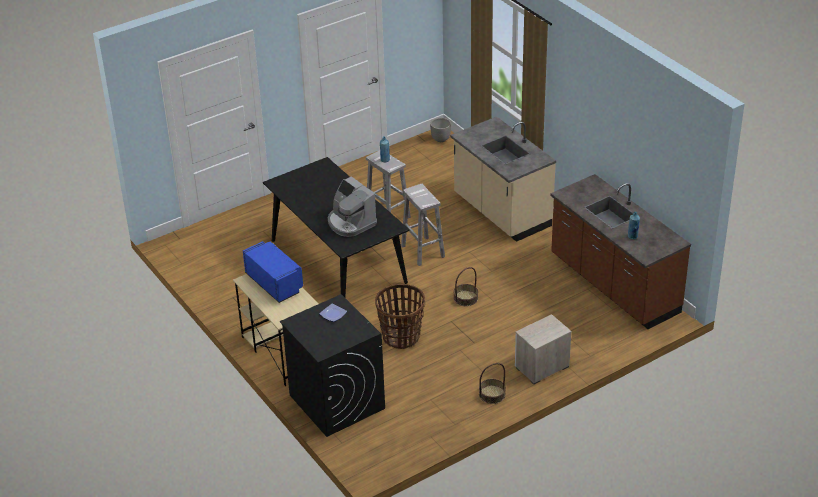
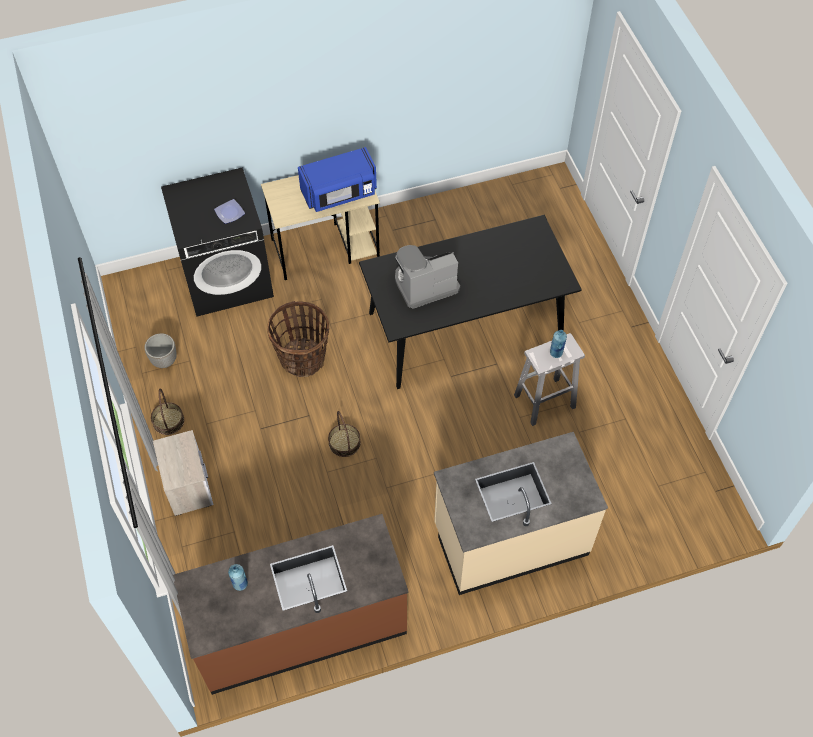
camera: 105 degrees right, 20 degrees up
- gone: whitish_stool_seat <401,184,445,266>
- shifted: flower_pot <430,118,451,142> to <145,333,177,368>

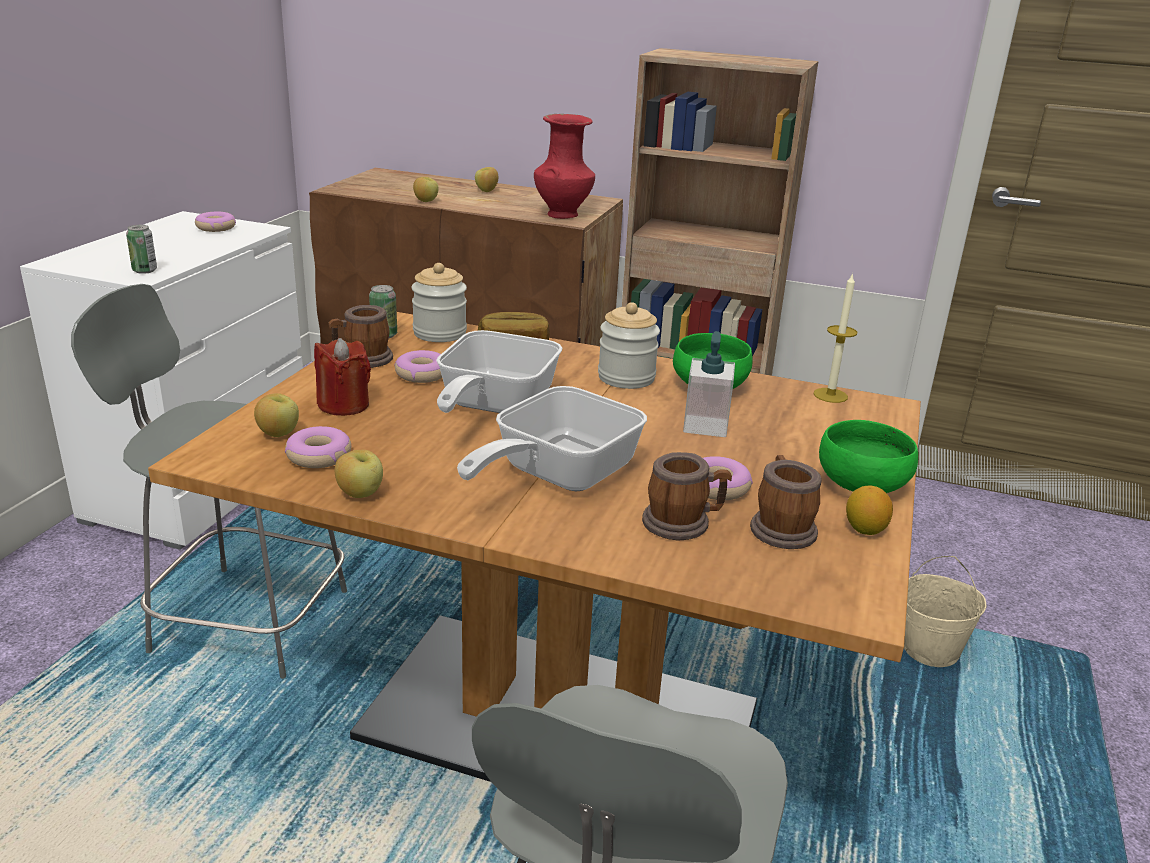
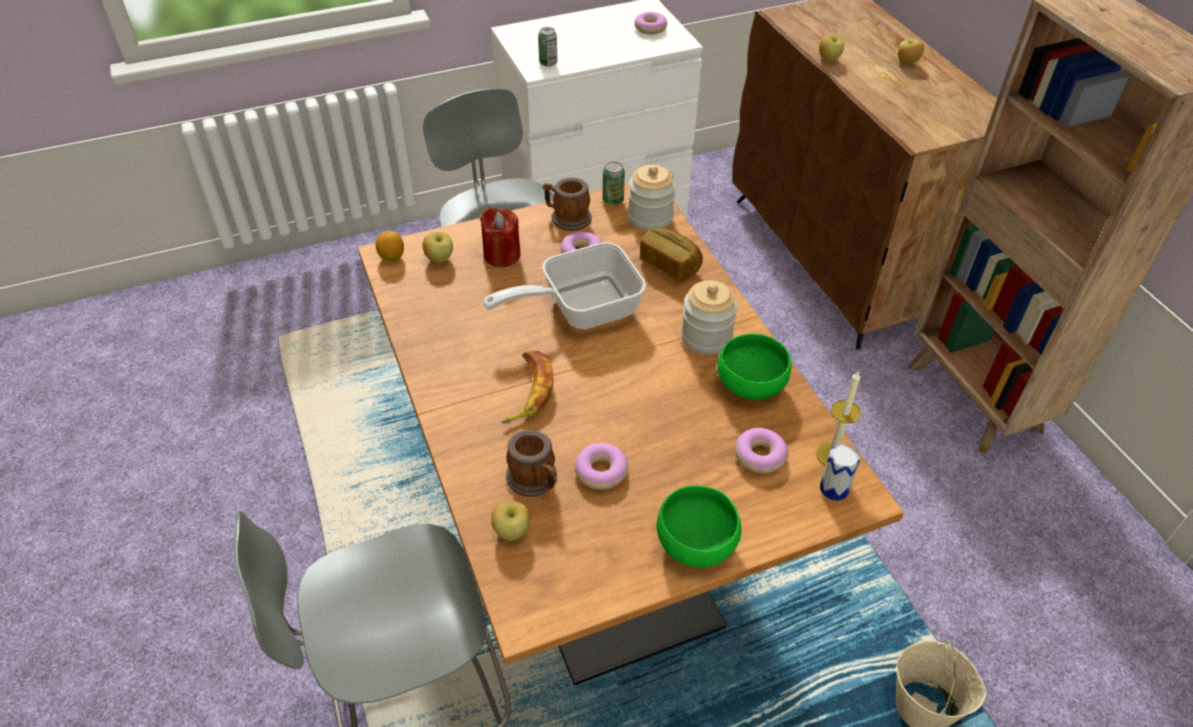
camera: 50 degrees right, 20 degrees up
- gone: red_decorative_vase <534,114,595,219>
- gone: soap_dispenser <683,331,735,437>
- gone: tea_mug <750,455,822,549>
- new: can <820,444,860,501>
- shifted: donut <285,426,351,468> to <735,428,789,474>
- shifted: apple <335,450,383,498> to <491,501,530,541>
- shifted: whole_lemon <846,486,893,535> to <376,231,404,261>
- swapped: frying_pan <457,386,647,491> to banana_fruit <501,351,553,424>

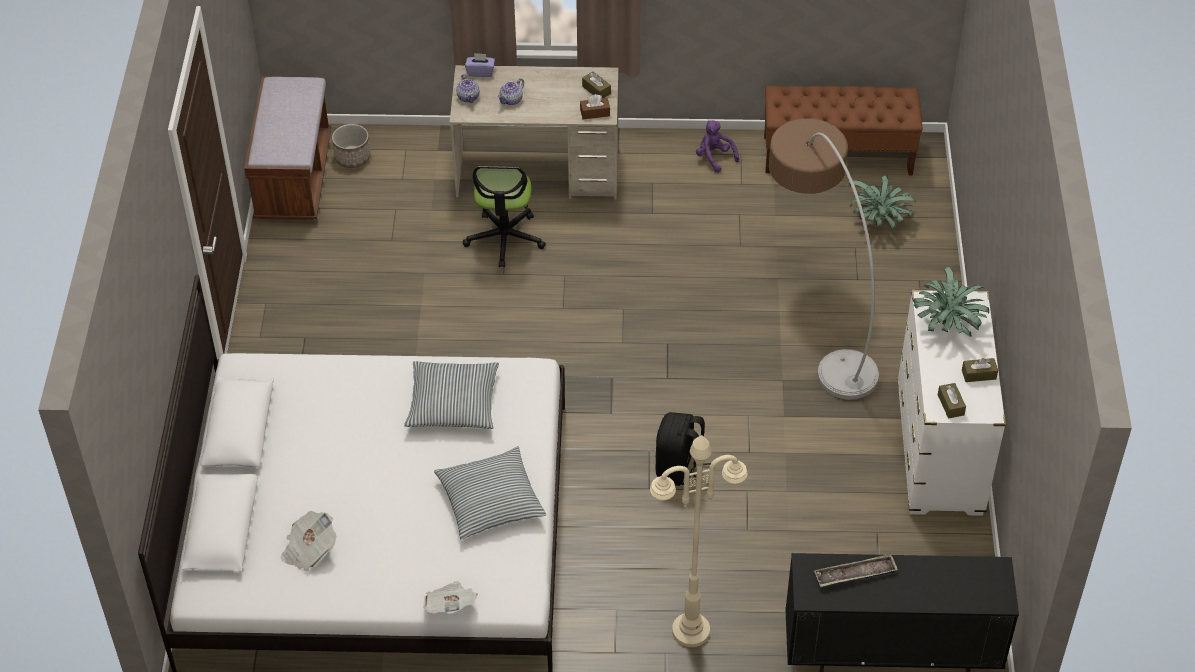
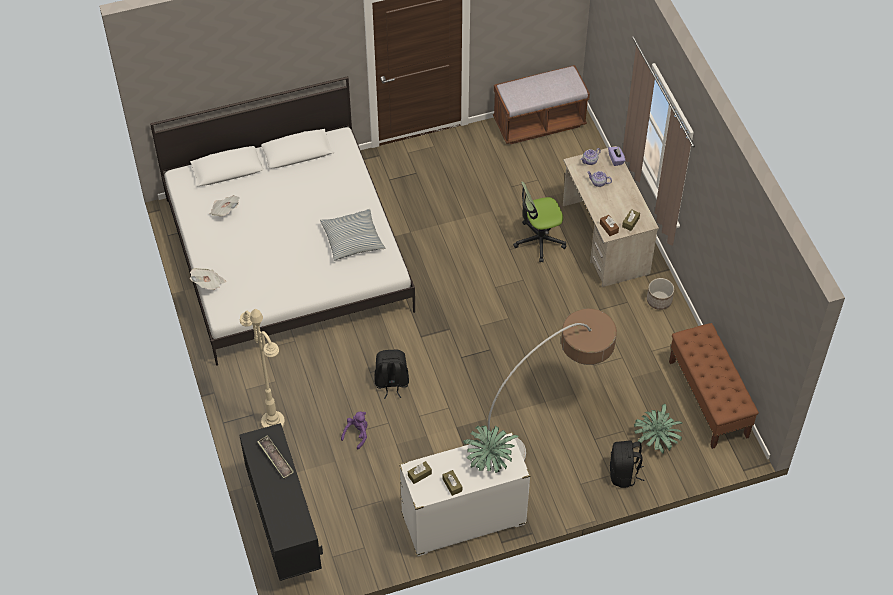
camera: 70 degrees right, 5 degrees up
- gone: throw_pillow <434,446,546,540>
- new: black-coloured_rucksack <610,440,644,488>
- shifted: flower_pot <332,124,371,168> to <647,278,674,310>
- shifted: purple-coloured_plush_toy <696,120,739,173> to <341,411,368,450>

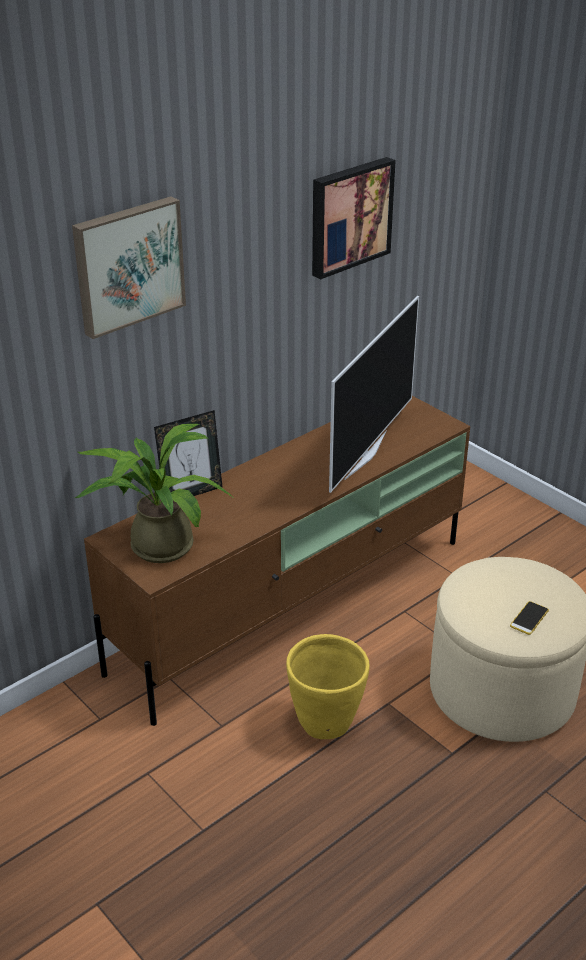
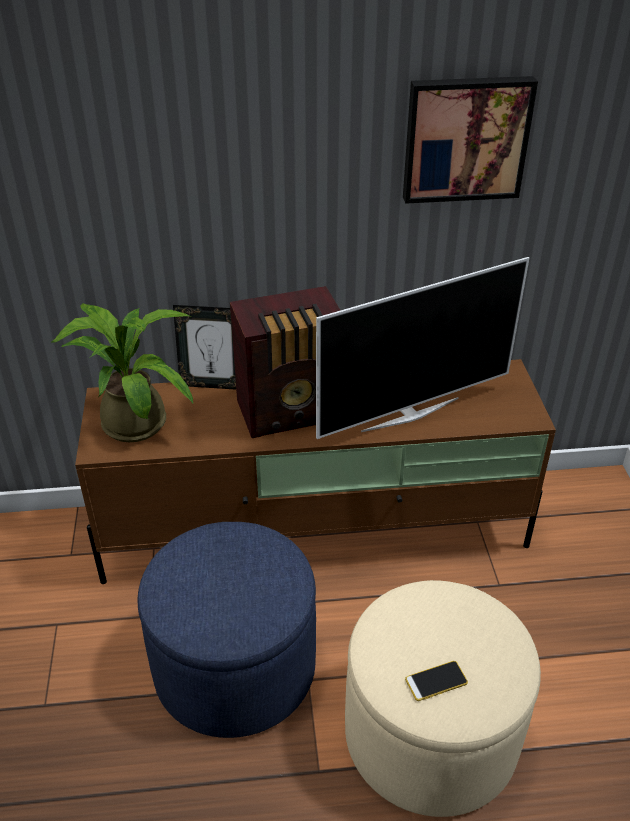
camera: 35 degrees right, 5 degrees up
- gone: wall_art <72,196,186,339>
- new: radio_set <230,286,340,438>
- swapped: yellow-coloured_flower_pot <286,634,370,739> to blue-coloured_footrest <138,522,316,738>

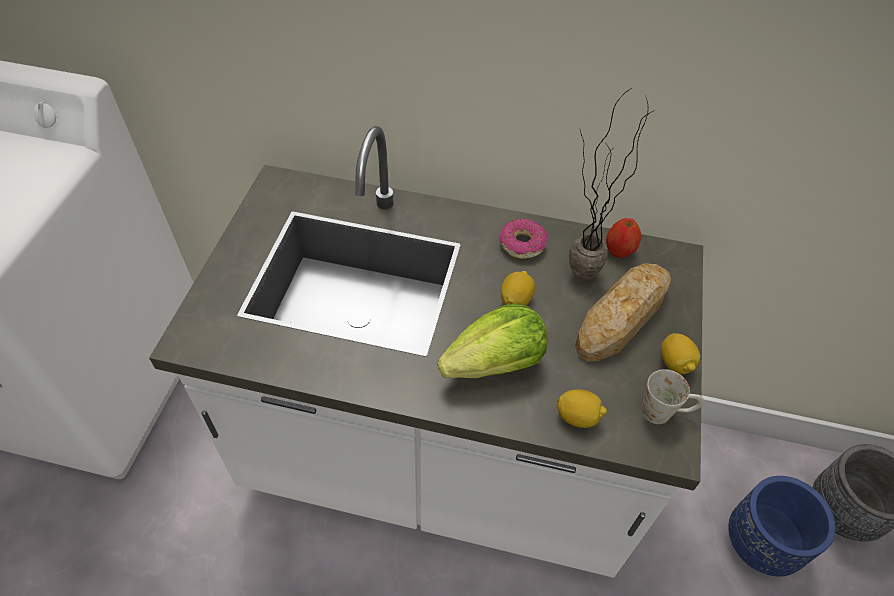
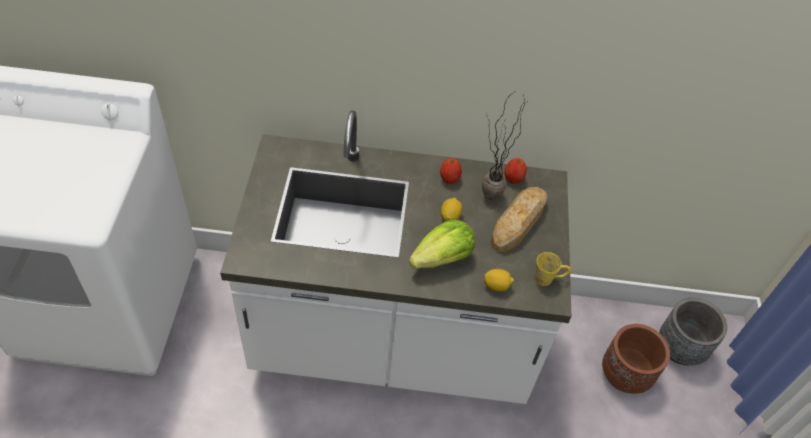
camera: 10 degrees left, 0 degrees up
- gone: whole_lemon <661,333,700,374>
- swapped: donut <499,218,548,259> to apple <440,158,462,184>
- repainted: whitish_tea_mug <641,369,705,424> to yellow-coloured_tea_mug <534,252,571,286>
- repainted: blue-coloured_flower_pot <728,476,836,577> to brown-coloured_flower_pot <602,324,670,394>

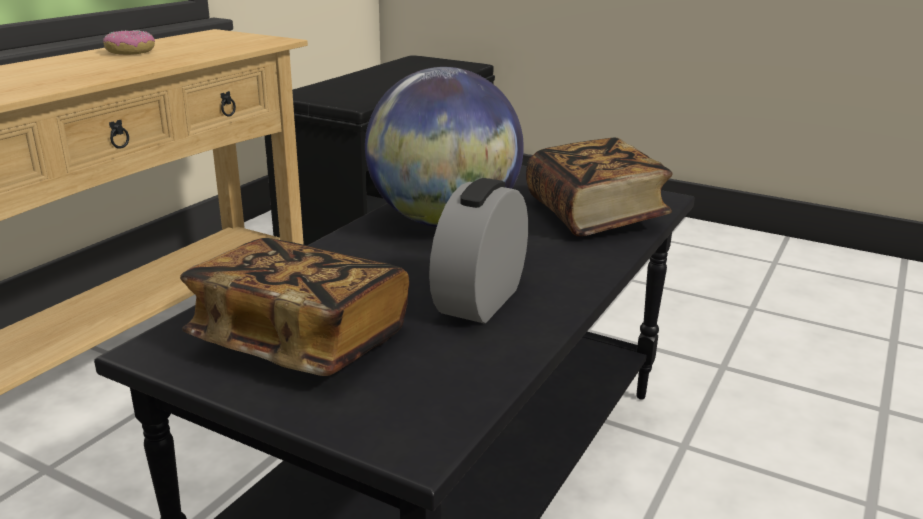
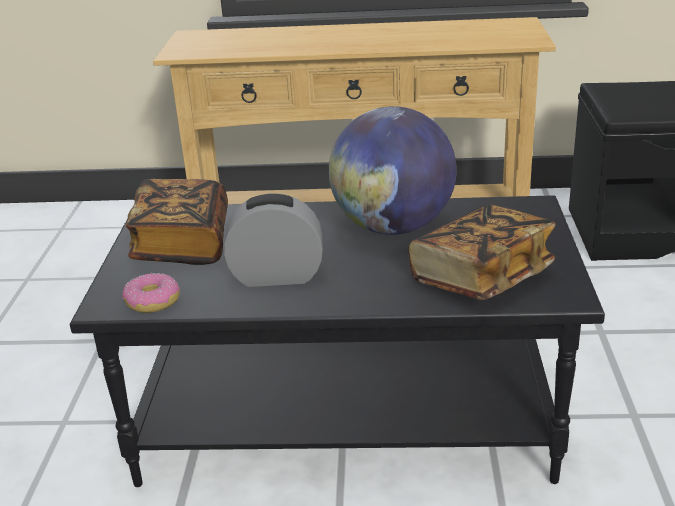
camera: 65 degrees right, 5 degrees up
- shifted: donut <103,30,155,55> to <122,273,180,313>

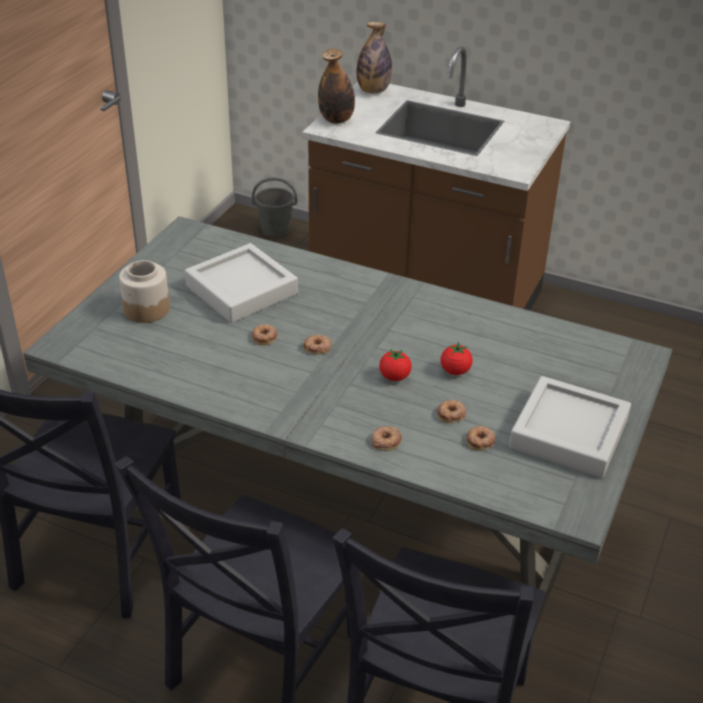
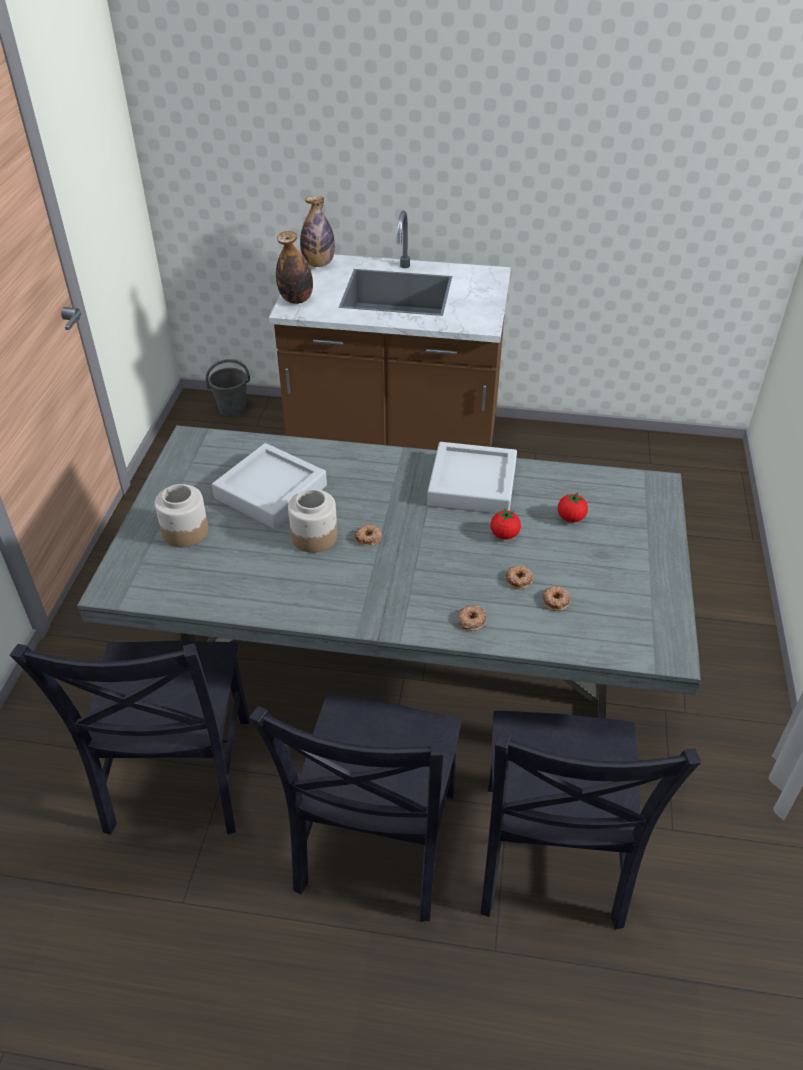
camera: 15 degrees left, 5 degrees up
- shifted: fresh_tomato <379,349,411,381> to <558,492,588,522>
- shifted: greyish_serving_tray <509,376,631,478> to <427,442,517,514>
- swapped: donut <252,324,278,345> to jar <288,489,338,553>

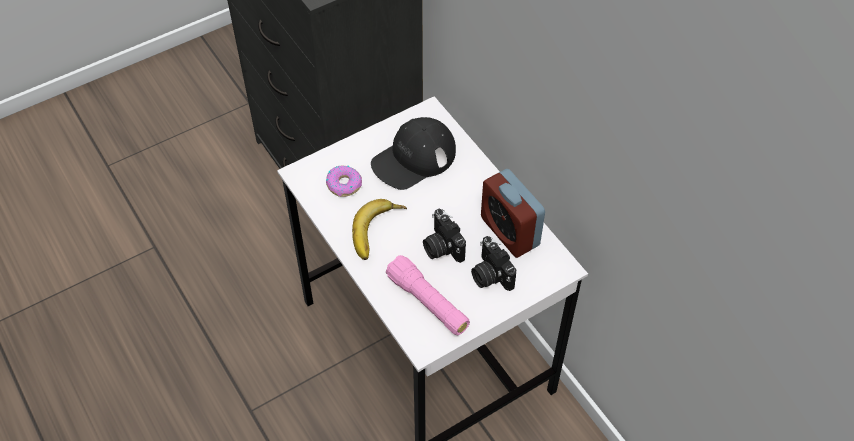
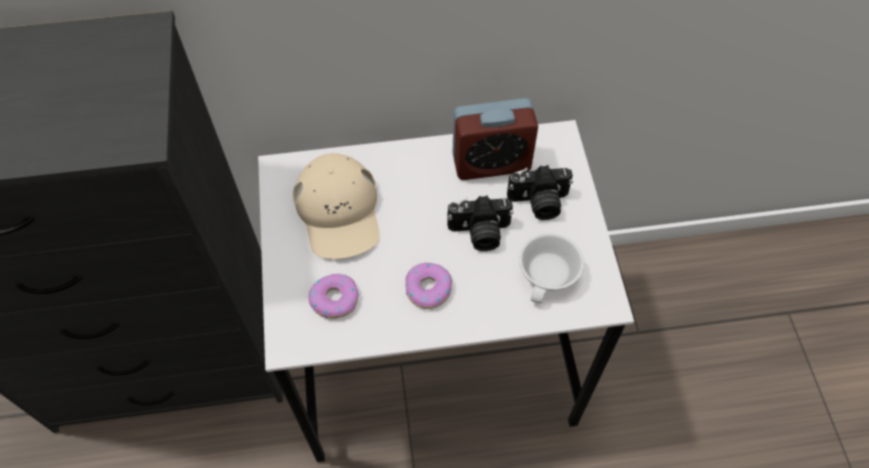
camera: 65 degrees left, 5 degrees up
- swapped: banana_fruit <352,199,407,260> to donut <405,263,452,309>
- swapped: pinkish_hand_torch <386,255,470,335> to whitish_drinking_cup <519,233,584,303>
- repainted: black-coloured_peaked_cap <371,117,456,190> to beige-coloured_peaked_cap <293,153,380,259>

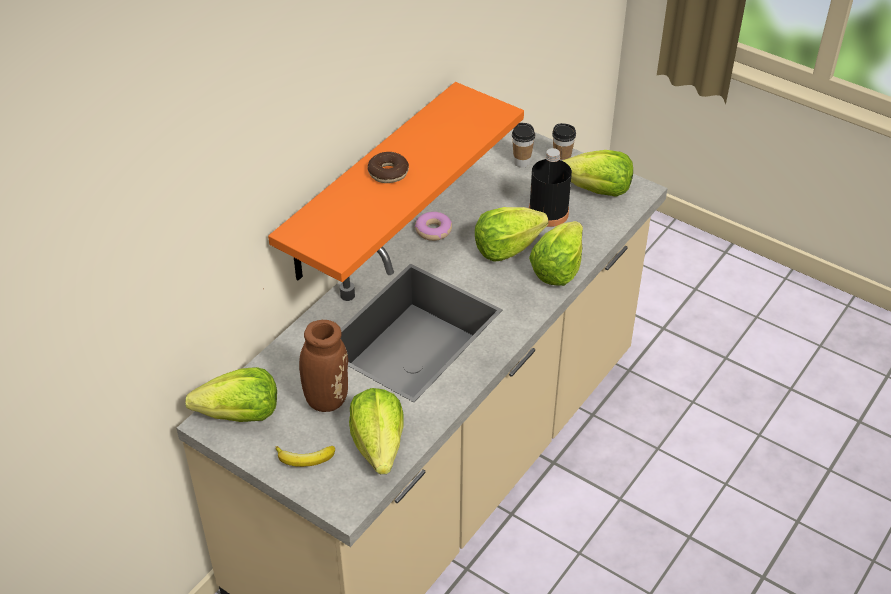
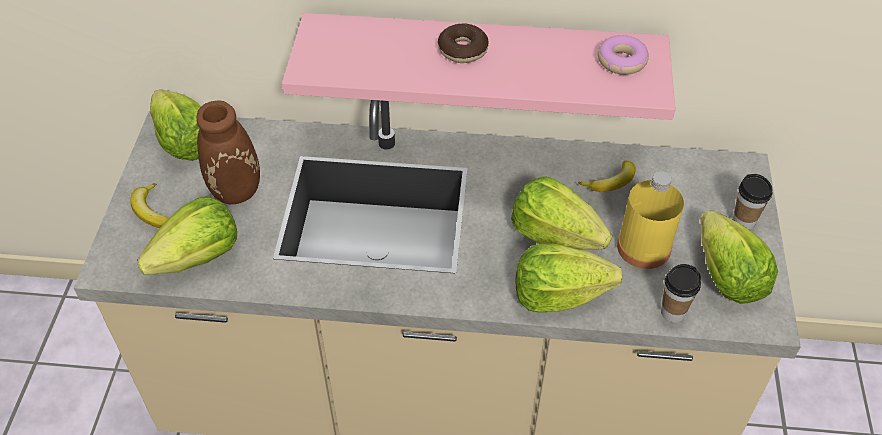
camera: 60 degrees right, 5 degrees up
- new: banana_fruit <578,161,636,192>
- shifted: donut <415,212,452,241> to <598,35,649,75>
- shifted: drinking_cup <512,123,535,168> to <661,264,701,323>
- repainted: orangey_wall_shelf <268,82,524,282> to pinkish_wall_shelf <282,13,675,120>
- repainted: black-coloured_bottle <529,148,572,227> to yellow-coloured_bottle <617,171,684,269>

